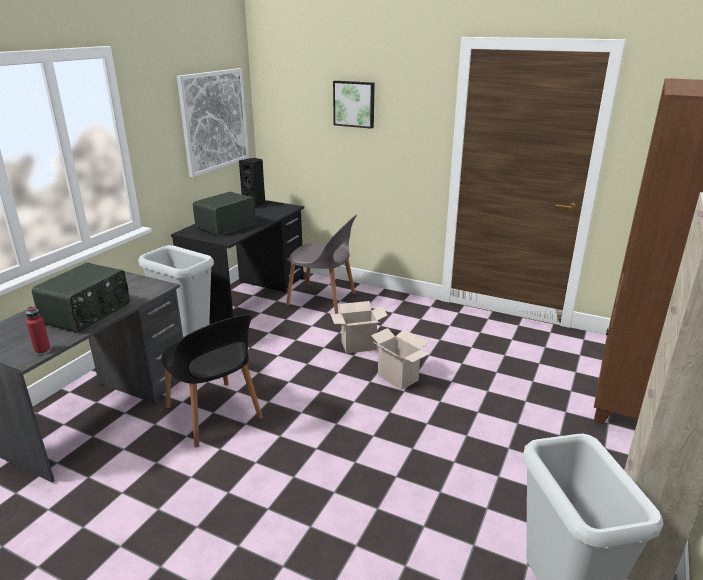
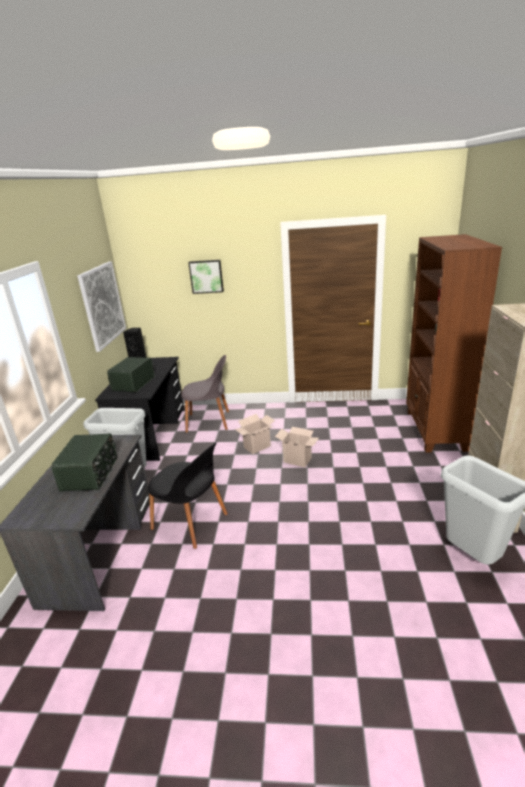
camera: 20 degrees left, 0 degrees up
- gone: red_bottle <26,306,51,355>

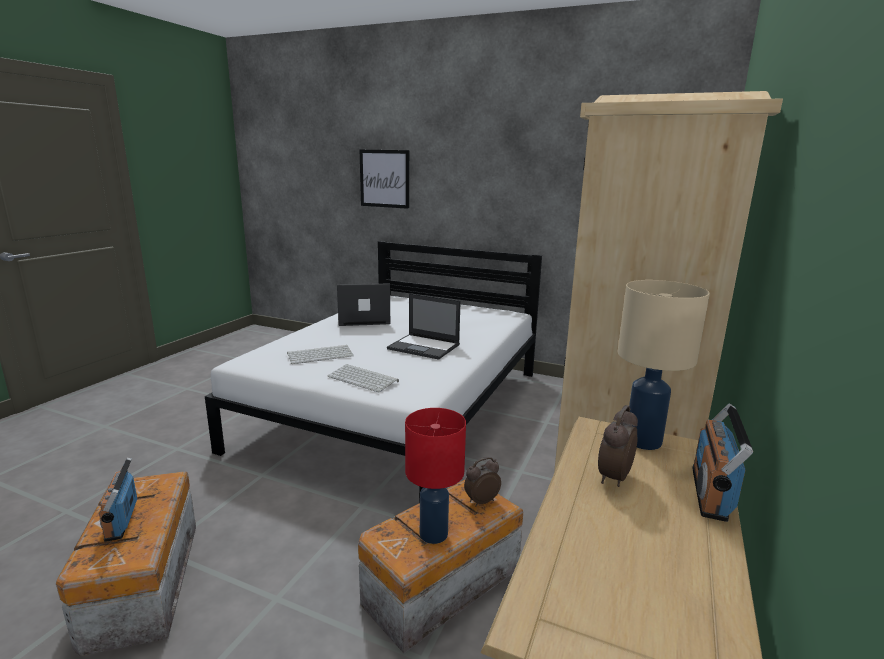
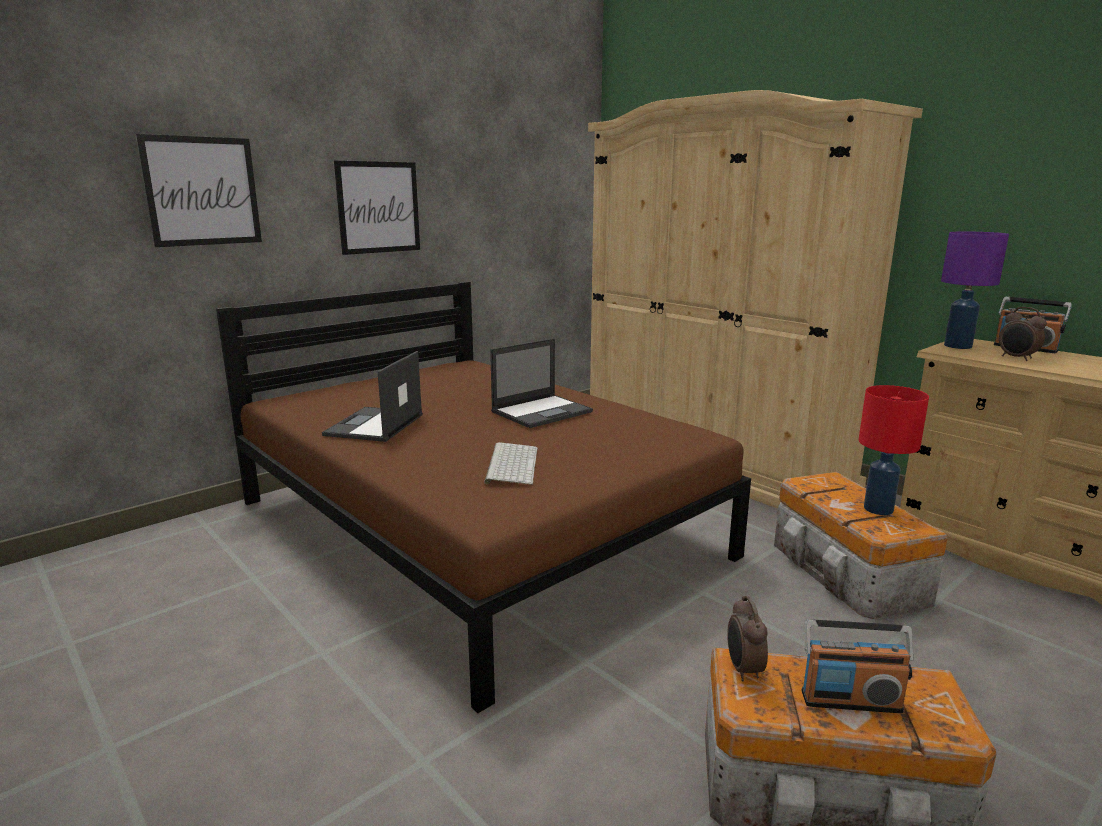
camera: 65 degrees left, 0 degrees up
- gone: computer_keyboard <328,364,399,392>
- new: wall_art <334,161,420,255>
- shifted: alarm_clock <464,457,501,506> to <727,596,768,681>
- repainted: whitish_bedroom_bed <205,241,542,503> to brown-coloured_bedroom_bed <216,281,751,713>
- repainted: beige-coloured_table_lamp <618,280,710,450> to purple-coloured_table_lamp <941,231,1009,349>

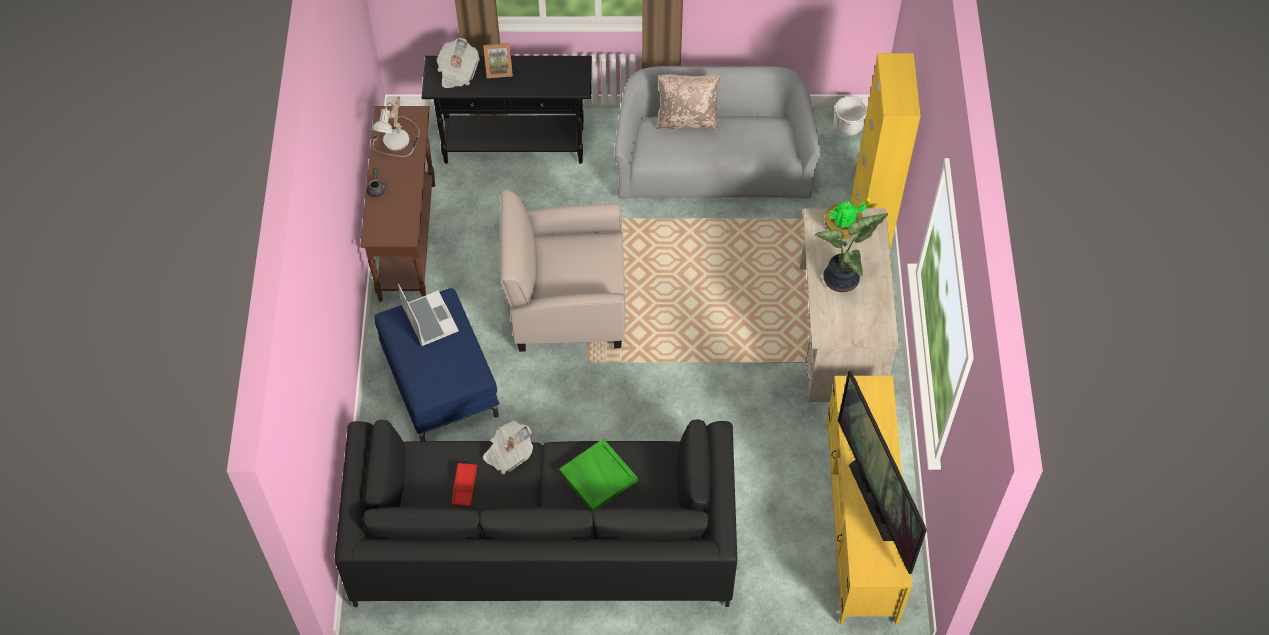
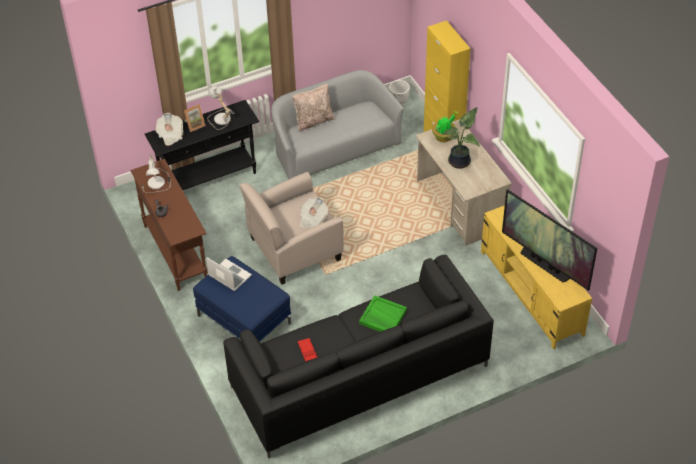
camera: 25 degrees left, 10 degrees down
- new: table_lamp <207,86,234,130>
- shifted: newspaper <483,421,533,474> to <300,197,328,228>

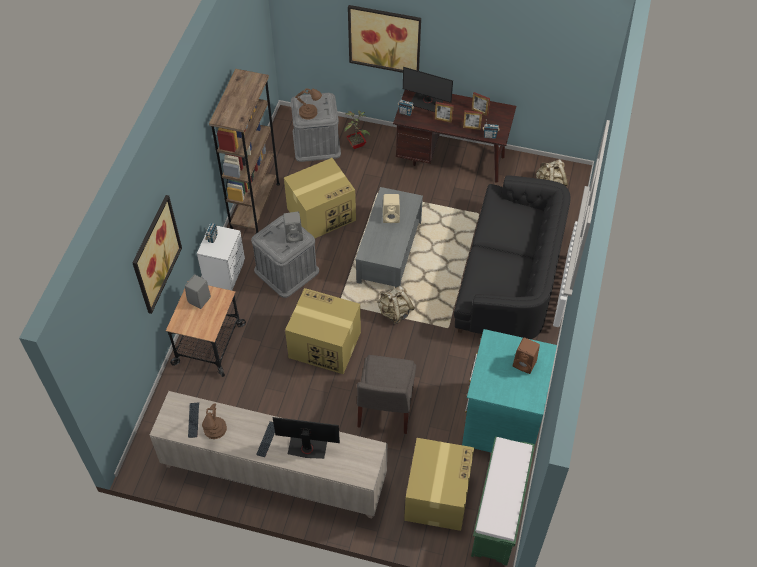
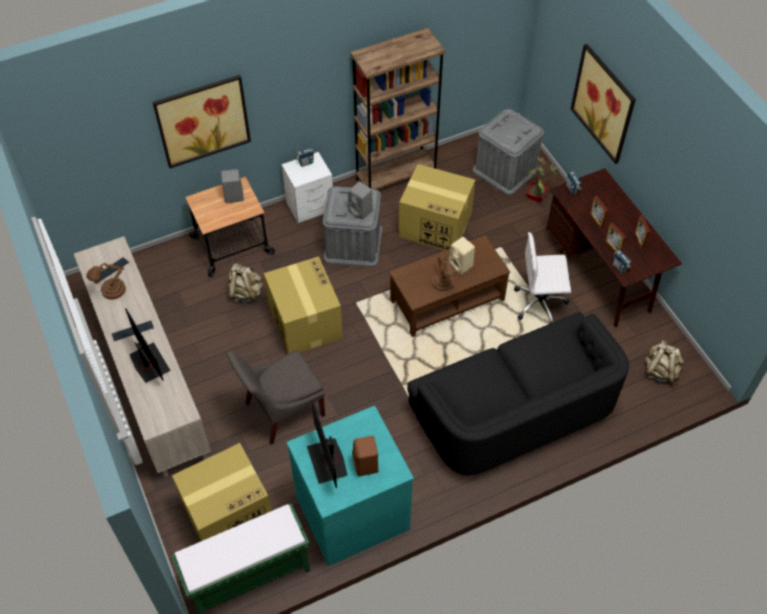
camera: 50 degrees right, 0 degrees up
- new: whitish_office_chair <514,232,571,324>
- shifted: brown-coloured_table_lamp <295,89,322,120> to <432,257,457,292>
- shifted: beige-coloured_rucksack <377,286,414,324> to <228,263,262,303>
- shifted: computer_display <403,67,453,112> to <307,401,347,488>
- repainted: greyish_coffee_table <355,187,423,288> to brown-coloured_coffee_table <389,235,510,337>

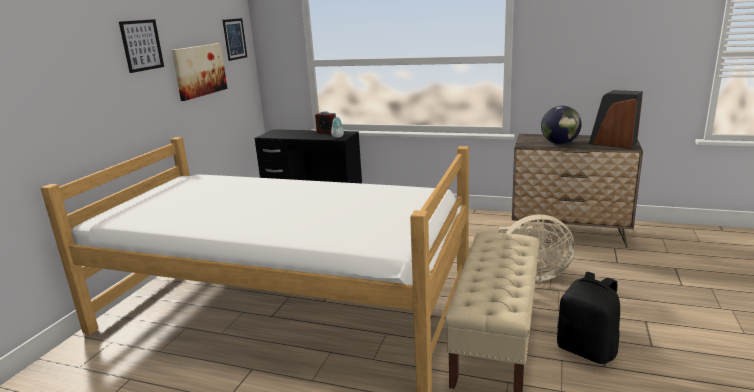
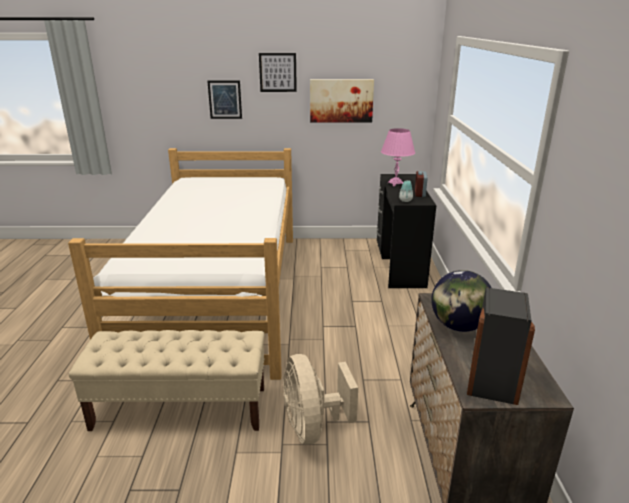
camera: 70 degrees right, 5 degrees up
- gone: black-coloured_rucksack <557,272,620,364>
- new: pinkish_table_lamp <381,128,415,186>
- shifted: wall_art <223,18,247,61> to <207,80,242,119>

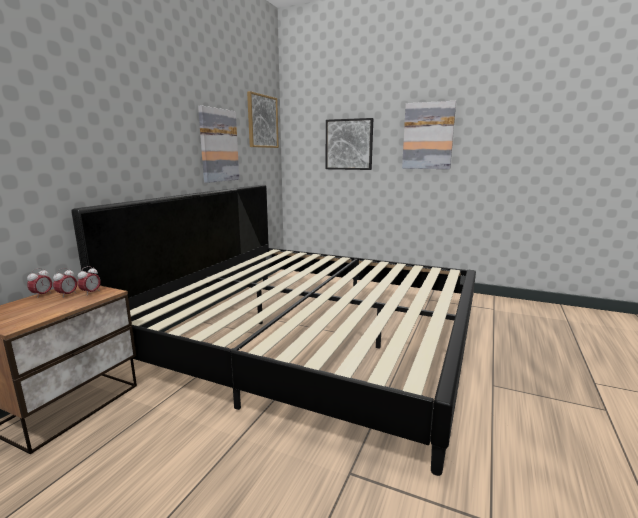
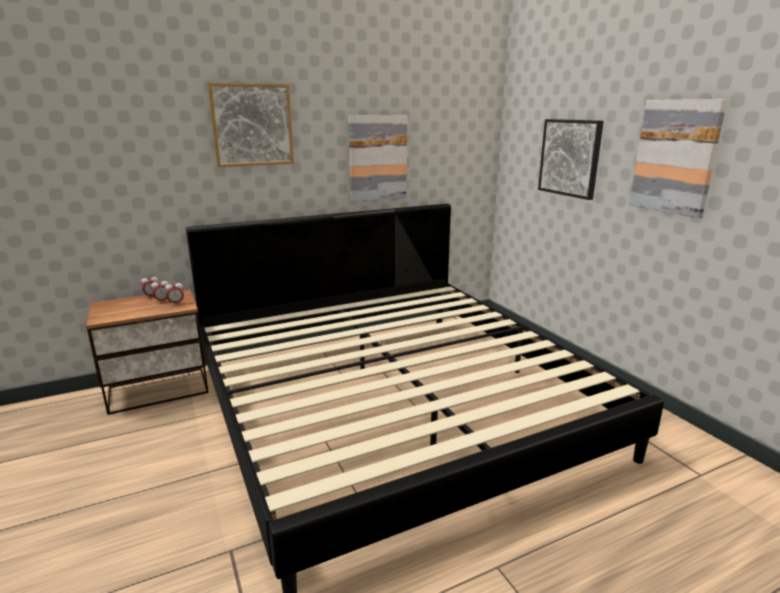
camera: 40 degrees right, 5 degrees up
- shifted: wall_art <247,91,279,148> to <207,83,294,167>

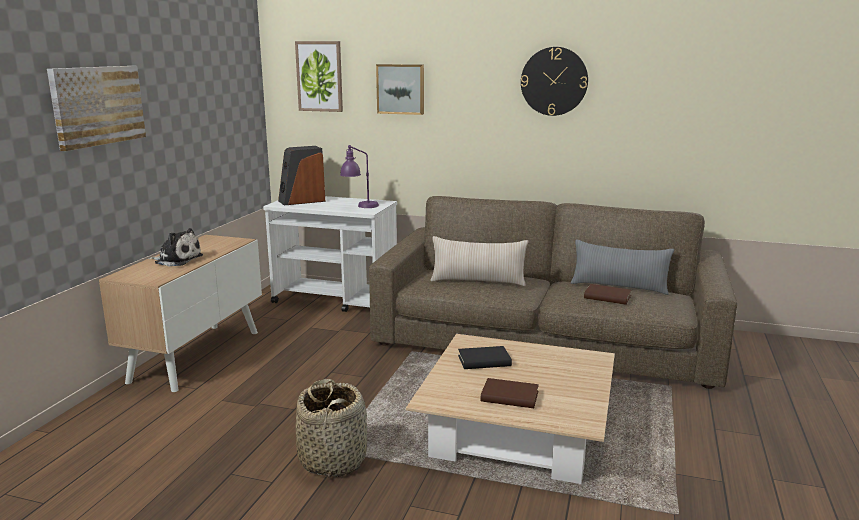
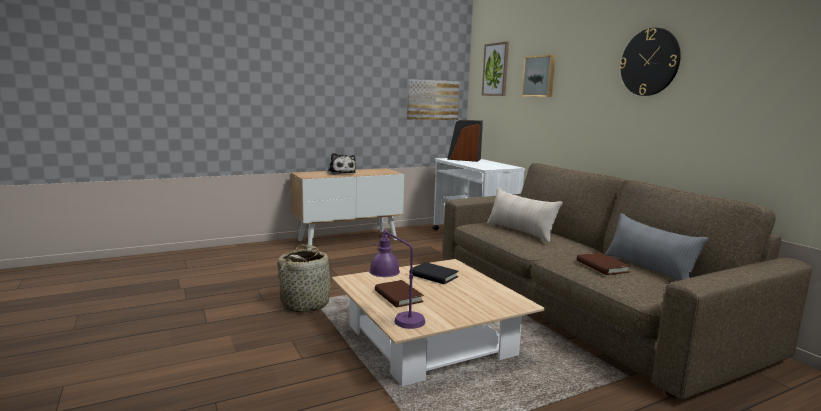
camera: 45 degrees right, 5 degrees down
- shifted: wall_art <47,66,146,151> to <407,79,460,120>
- shifted: purple-coloured_table_lamp <340,145,379,208> to <369,229,425,329>

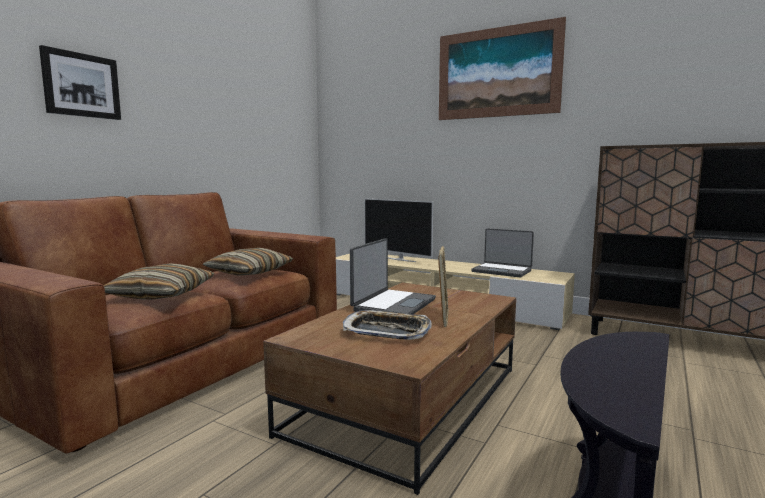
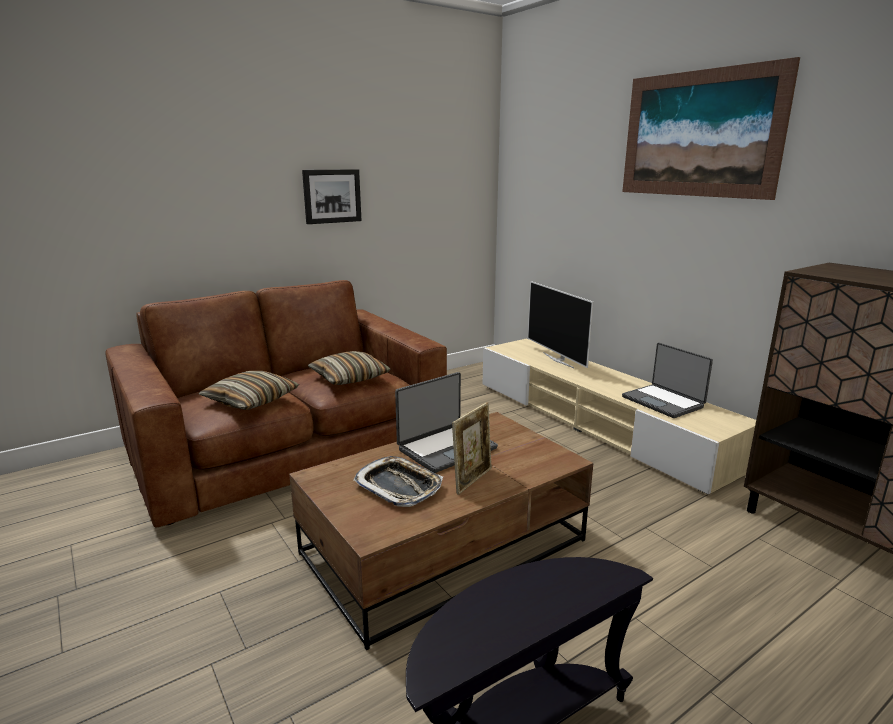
camera: 25 degrees right, 10 degrees up
- shifted: wall_art <39,45,121,120> to <302,169,362,224>

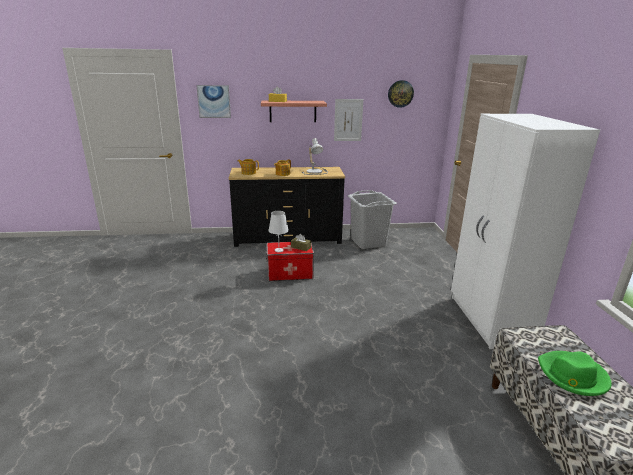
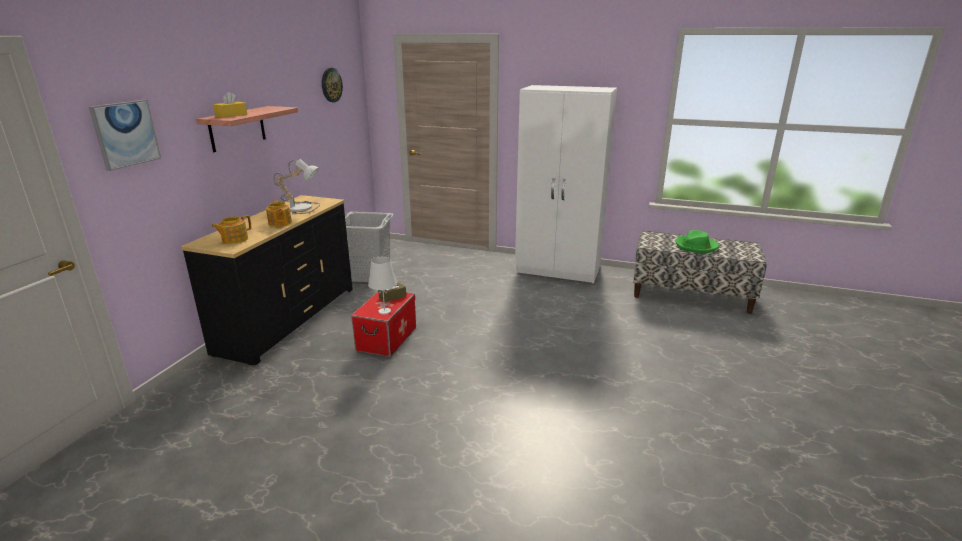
camera: 65 degrees left, 0 degrees up
- gone: wall_art <334,99,364,141>

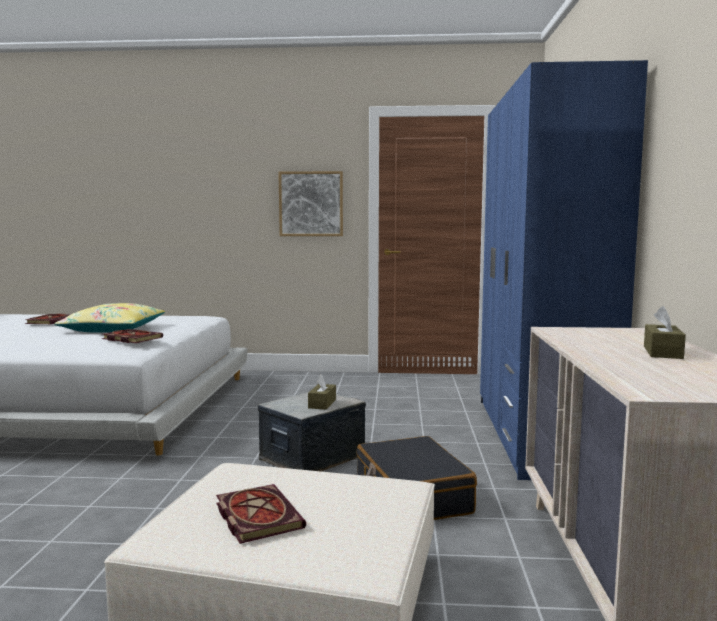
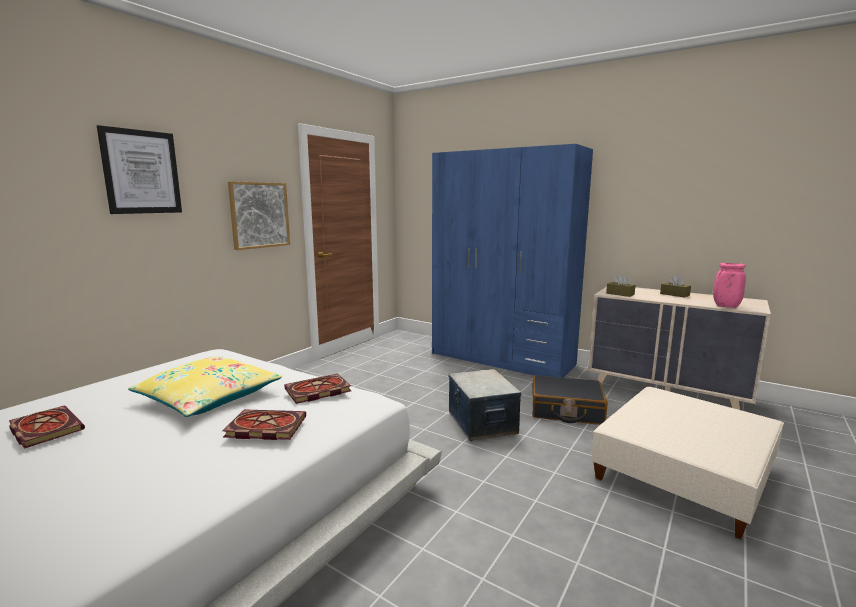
camera: 60 degrees left, 5 degrees up
- new: wall_art <97,125,182,214>
- new: pinkish_decorative_vase <713,263,746,308>
- shifted: book <216,484,306,544> to <223,409,306,440>
- shifted: brown-coloured_tissue_holder <308,374,336,410> to <606,274,636,297>

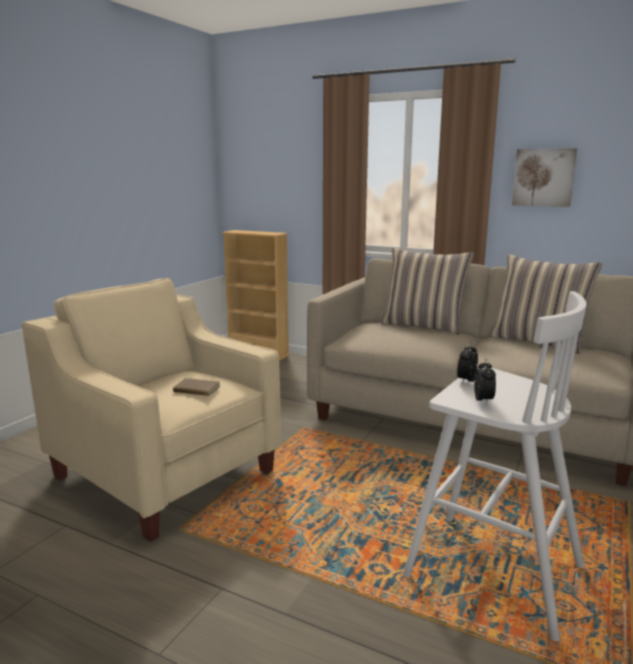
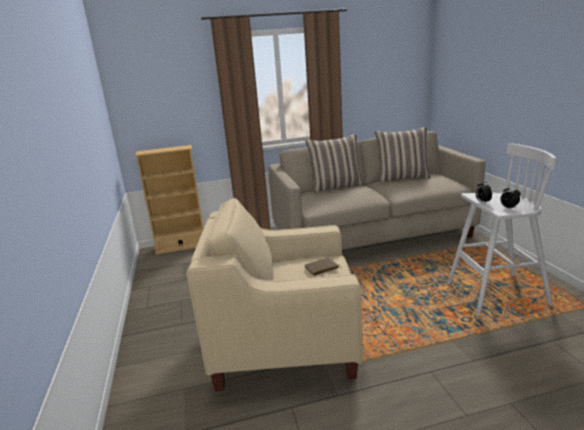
camera: 40 degrees left, 5 degrees up
- gone: wall_art <512,148,577,207>

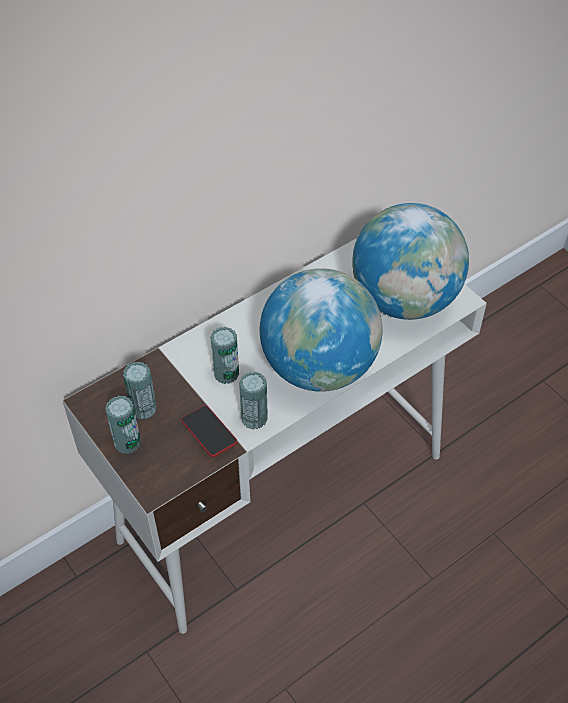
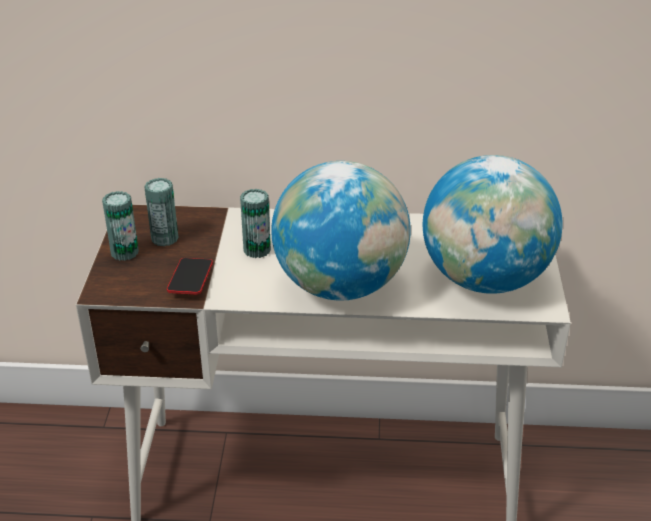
camera: 40 degrees right, 15 degrees down
- gone: can <239,371,268,430>

